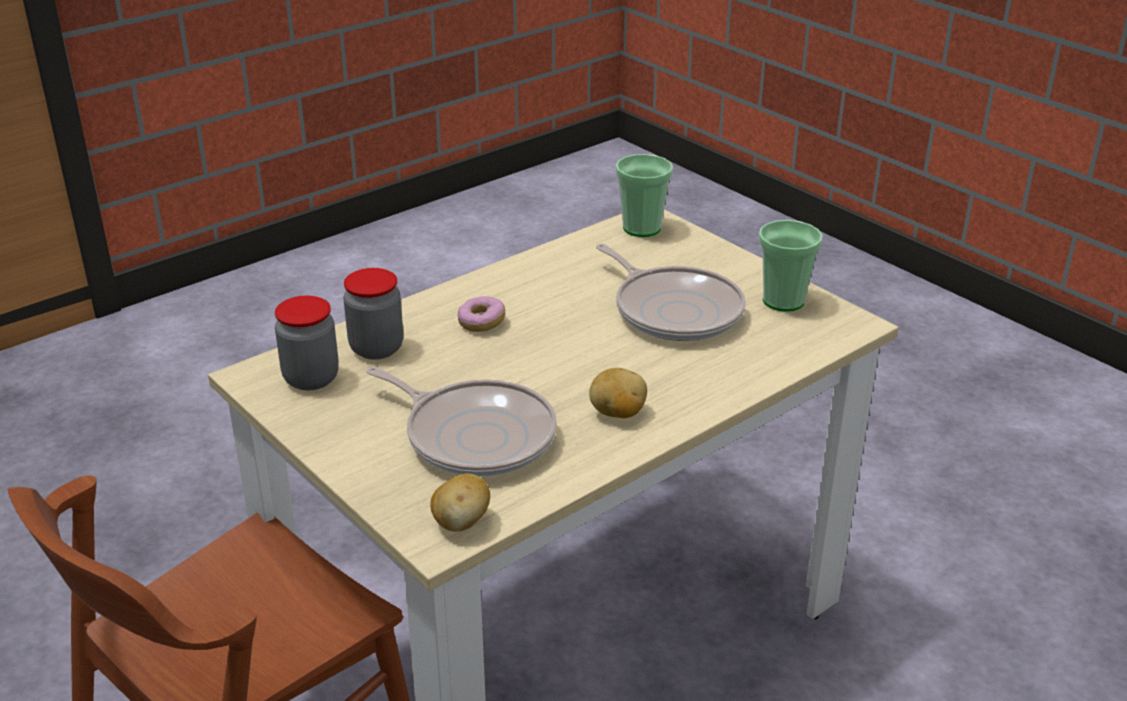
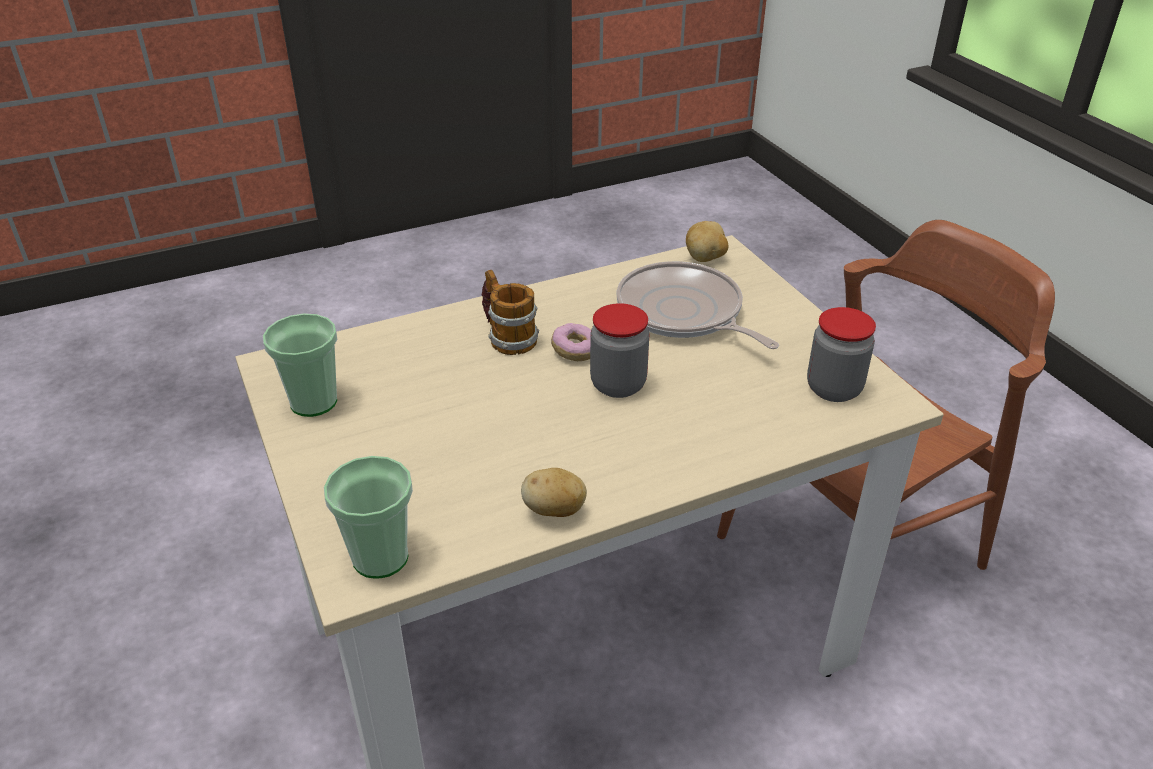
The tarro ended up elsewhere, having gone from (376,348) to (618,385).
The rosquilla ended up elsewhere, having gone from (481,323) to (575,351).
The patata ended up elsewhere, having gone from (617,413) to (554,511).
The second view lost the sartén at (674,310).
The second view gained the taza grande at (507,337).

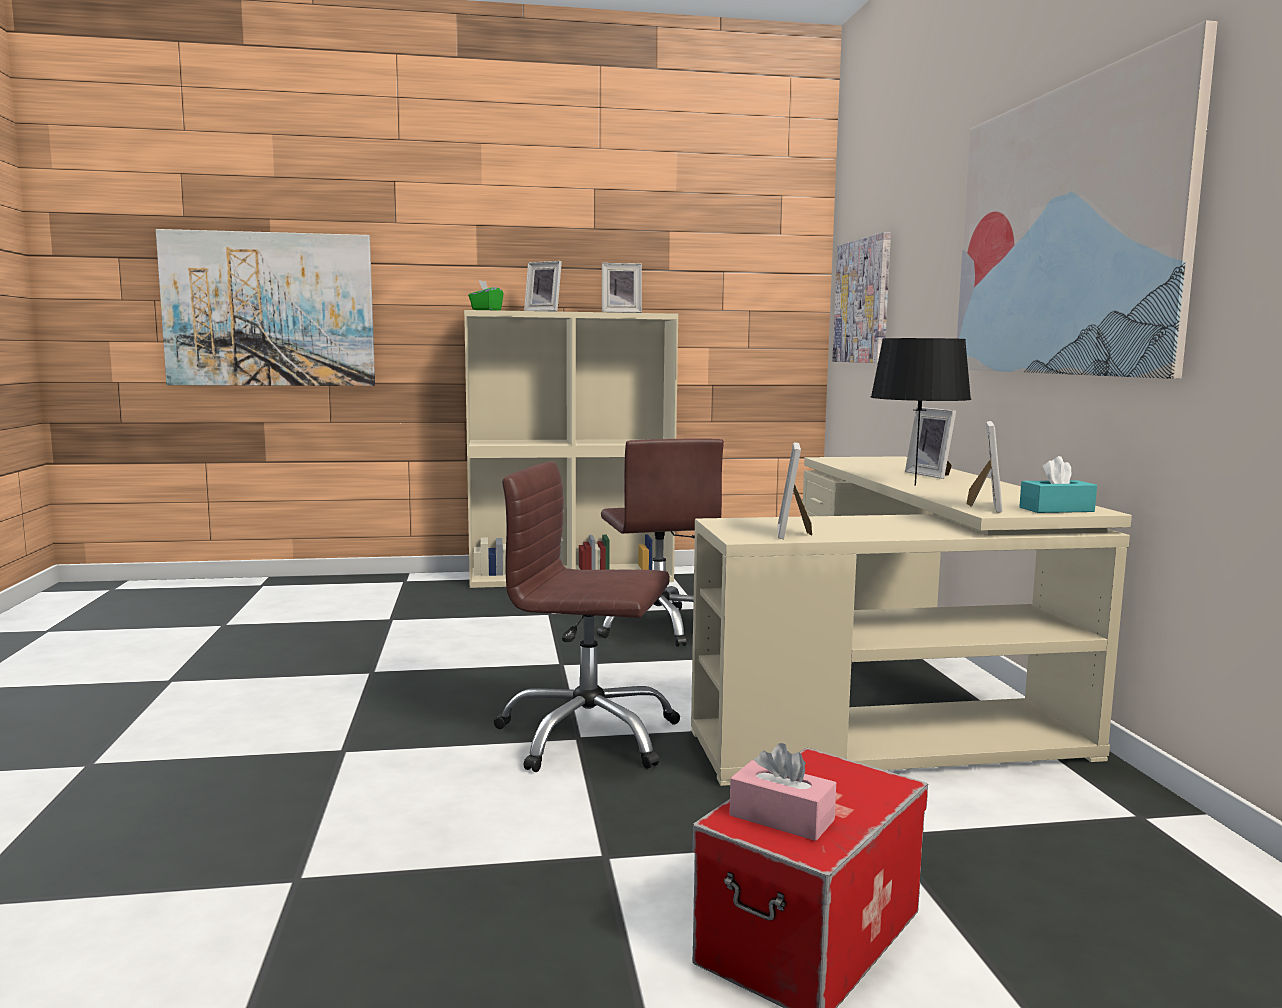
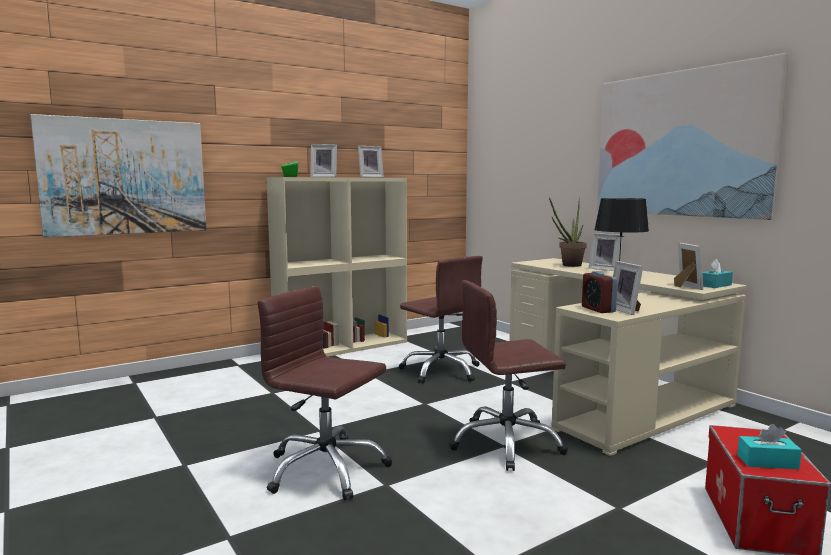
What was the caja de pañuelos/rosa at (781,818) turned into the caja de pañuelos/turquesa at (767,462).
The second view lost the cuadro at (863,301).
The second view gained the silla de oficina/marrón at (325,470).
The second view gained the planta en maceta at (568,265).
The second view gained the despertador at (598,309).

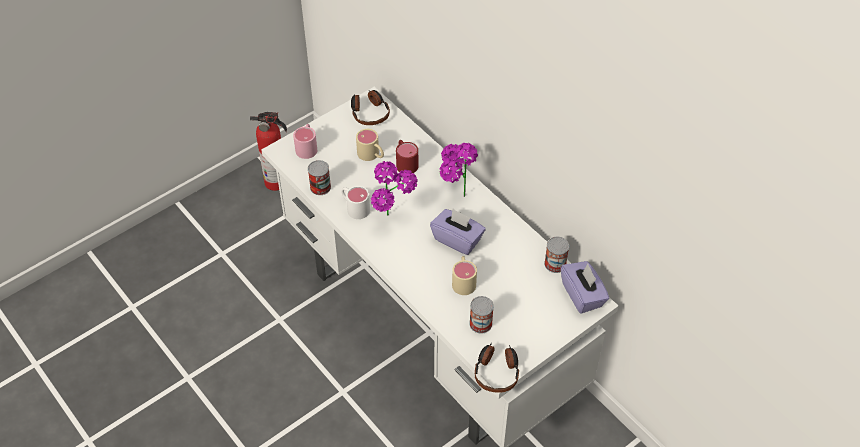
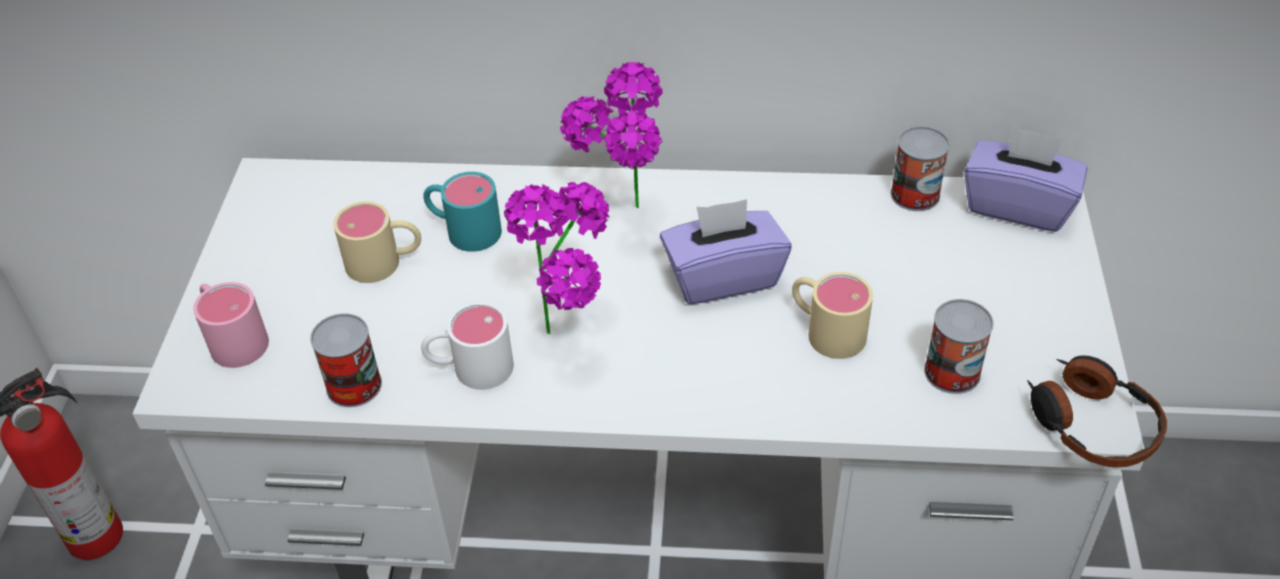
The second view lost the auriculares at (369,112).
What was the taza grande/rojo at (405,162) turned into the taza grande/turquesa at (463,229).

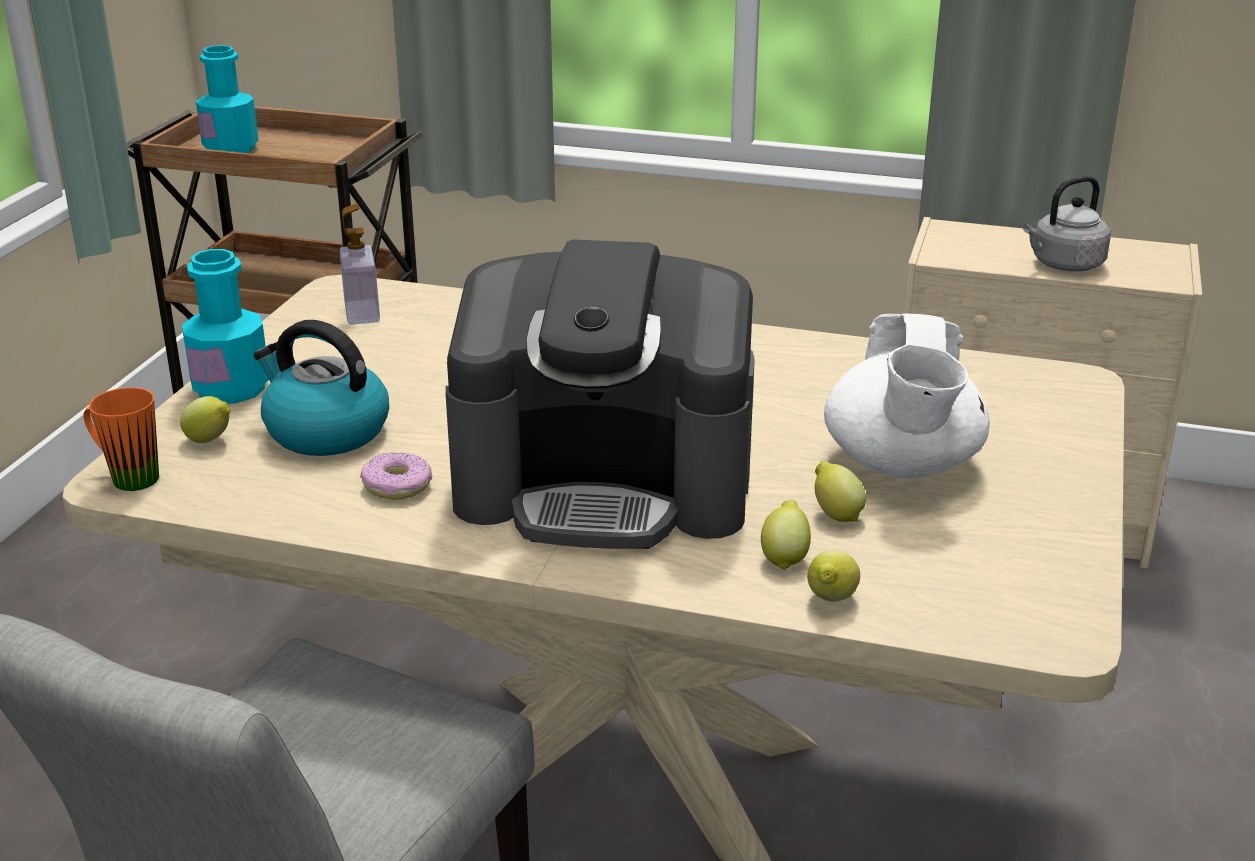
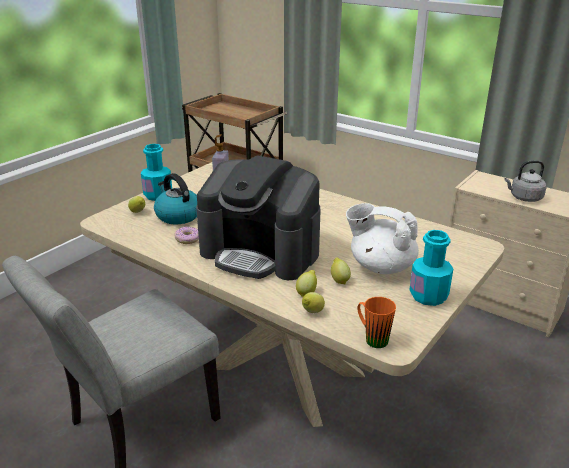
The taza grande/naranja ended up elsewhere, having gone from (126,476) to (372,338).
The botella/turquesa ended up elsewhere, having gone from (231,148) to (428,296).
The tetera/blanco at (902,465) ended up facing another way, 90 degrees clockwise from before.

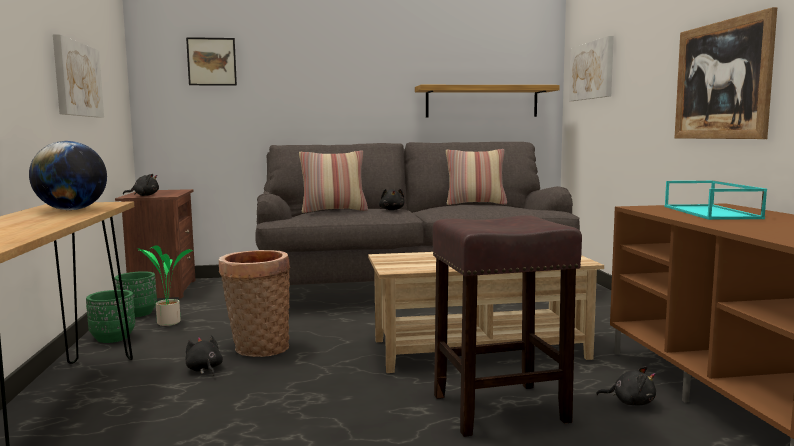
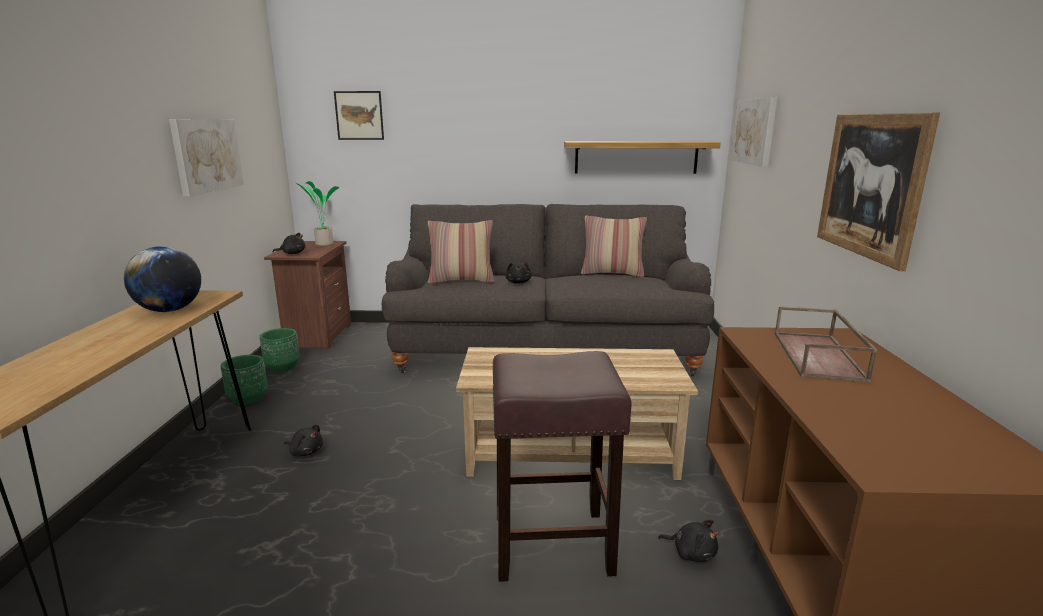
The planta en maceta ended up elsewhere, having gone from (167,323) to (323,244).
The peluche/negro at (204,369) ended up facing another way, 135 degrees clockwise from before.
The second view lost the cesta at (258,348).
What was the bandeja/turquesa at (712,212) turned into the bandeja/marrón at (819,356).

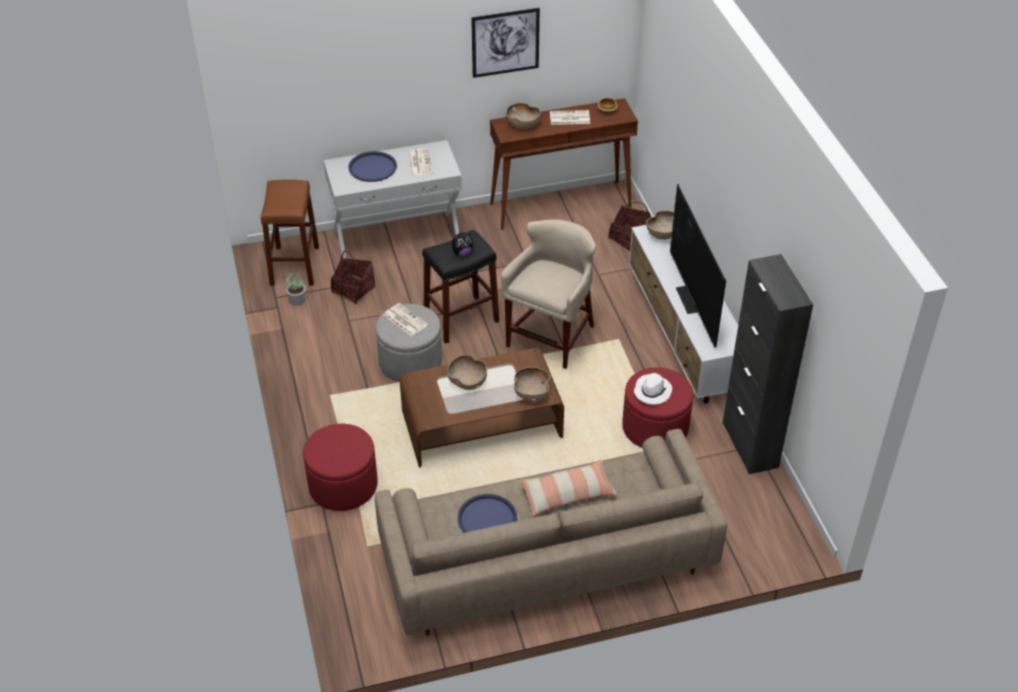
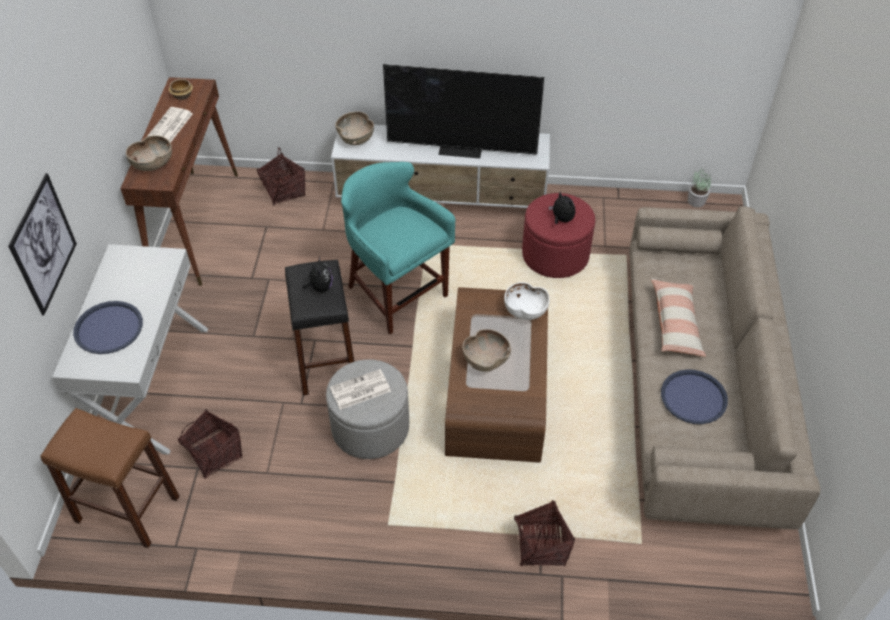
The planta en maceta ended up elsewhere, having gone from (297,299) to (695,201).
Where the puf/rojo stood at (343,485), the cesta came to stand at (541,546).
The second view lost the periódico at (419,162).
The cuadro ended up elsewhere, having gone from (505,42) to (43,244).
What was the taburete/beis at (551,338) turned into the taburete/turquesa at (396,294).
What was the cuenco/marrón at (531,393) turned into the cuenco/blanco at (525,311).
Where the sombrero/blanco stood at (652,391), the peluche came to stand at (561,219).
The second view lost the armario/negro at (750,445).

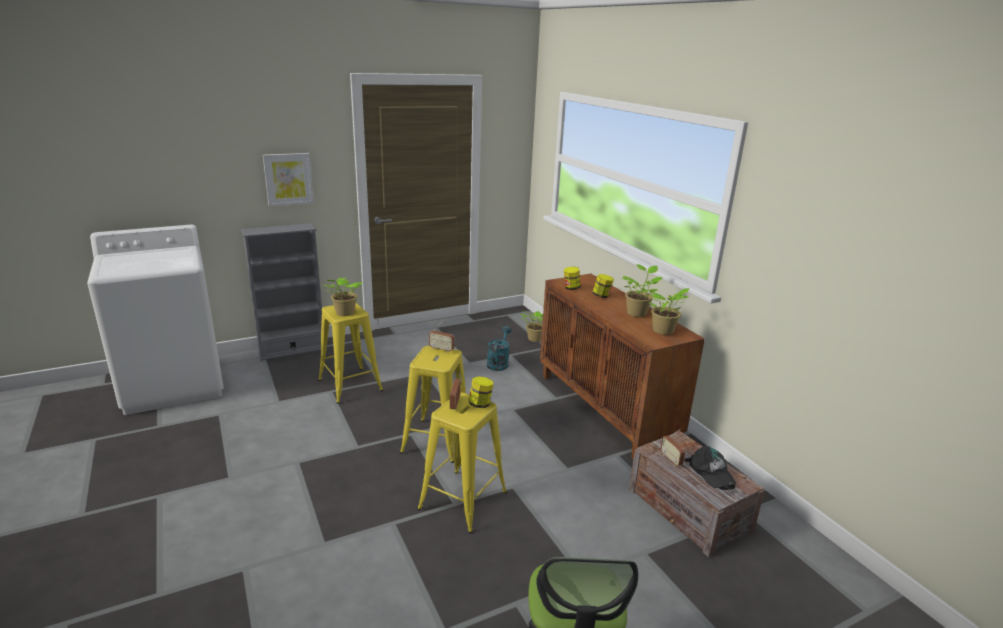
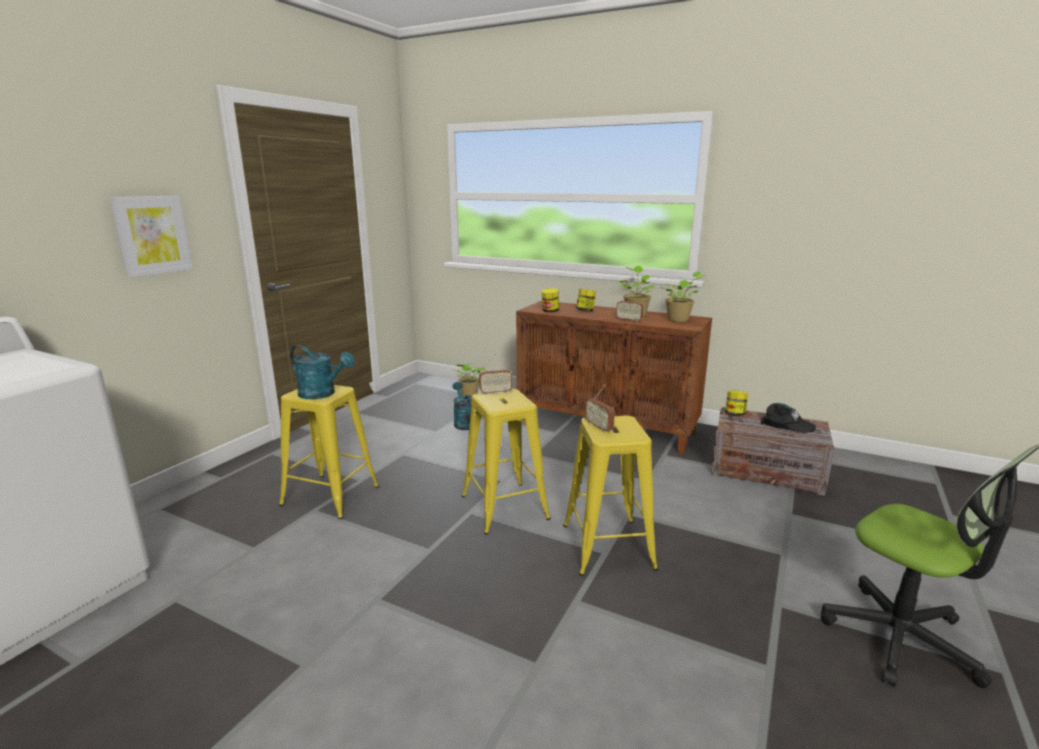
The second view lost the estantería/gris at (292,350).
Where the planta en maceta stood at (344,313), the regadera/turquesa came to stand at (322,394).
The tarro ended up elsewhere, having gone from (480,404) to (735,414).
The radio ended up elsewhere, having gone from (671,459) to (629,320).

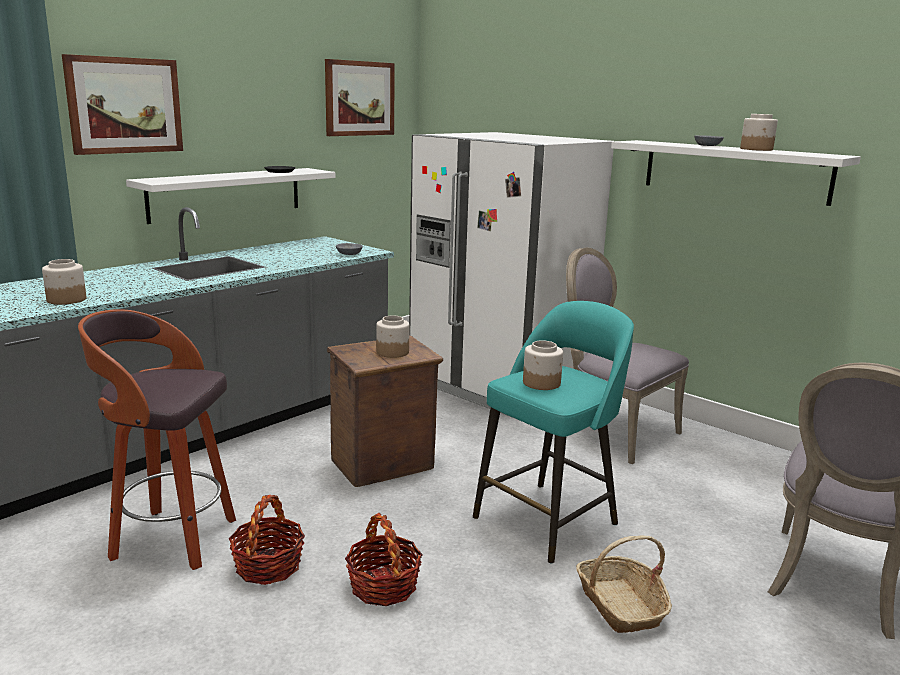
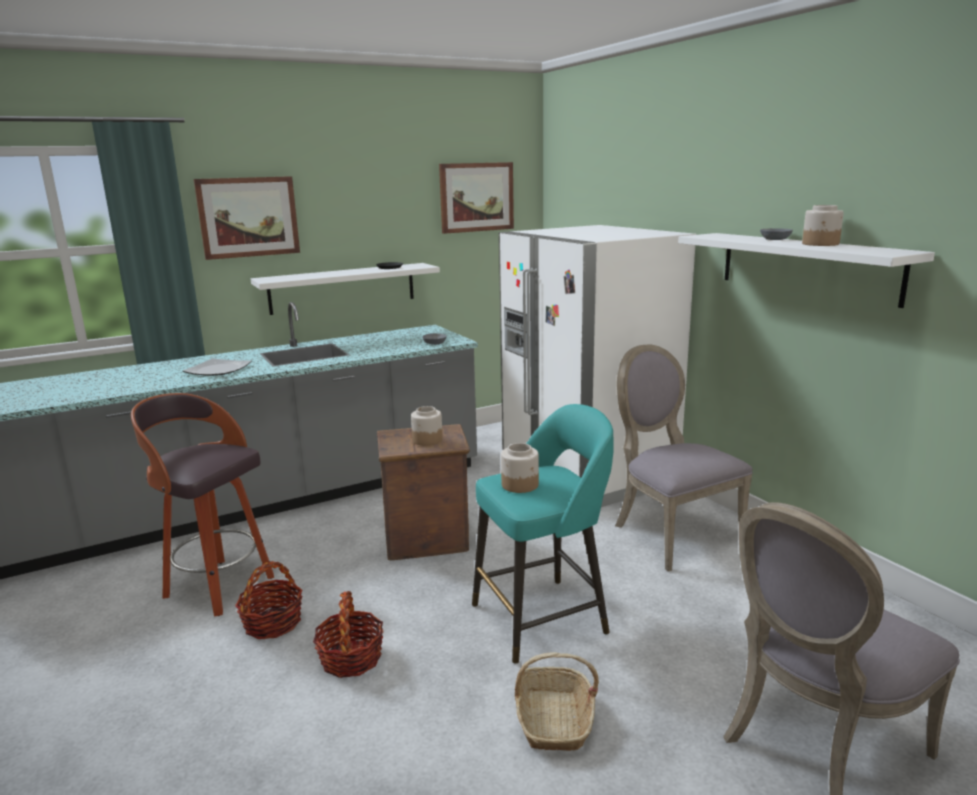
The second view lost the tarro at (66,300).
The second view gained the plato at (217,370).

